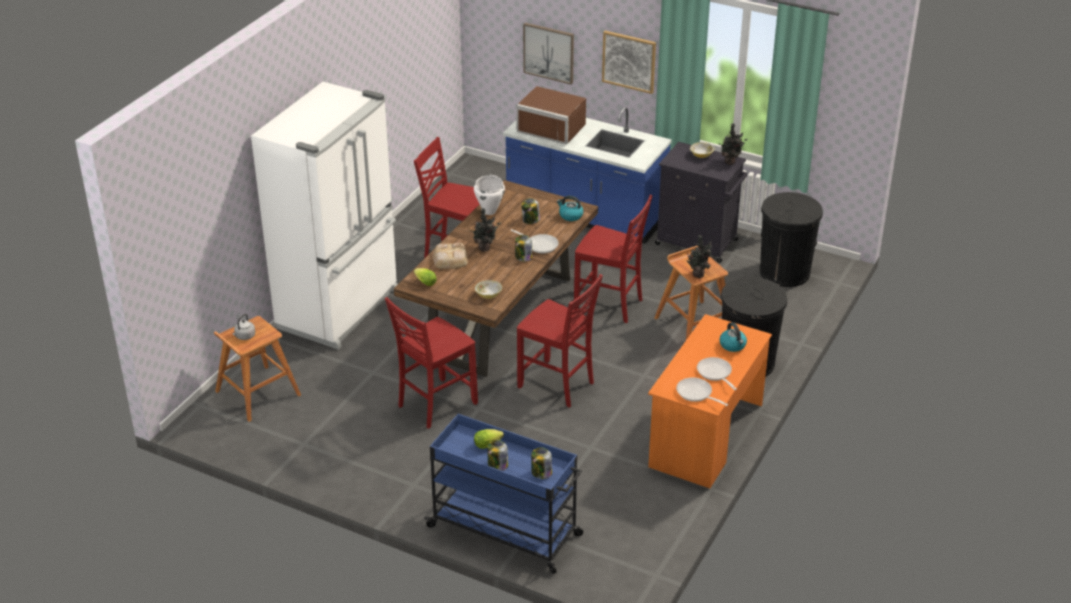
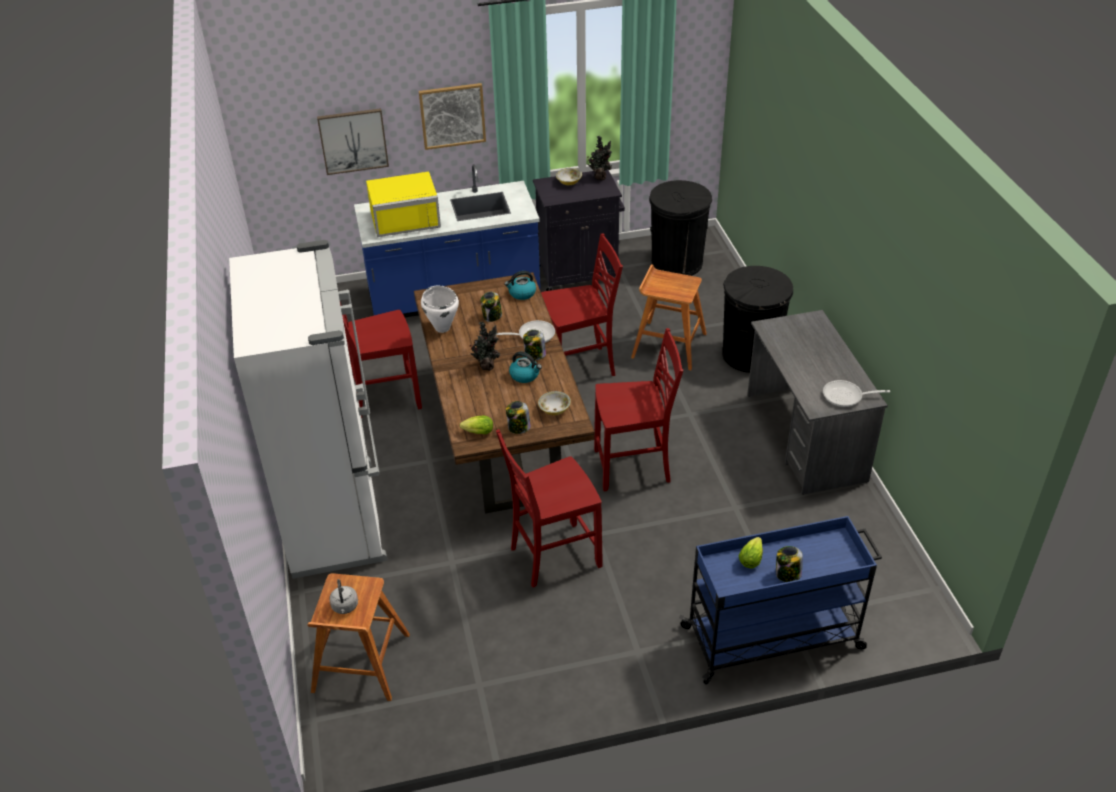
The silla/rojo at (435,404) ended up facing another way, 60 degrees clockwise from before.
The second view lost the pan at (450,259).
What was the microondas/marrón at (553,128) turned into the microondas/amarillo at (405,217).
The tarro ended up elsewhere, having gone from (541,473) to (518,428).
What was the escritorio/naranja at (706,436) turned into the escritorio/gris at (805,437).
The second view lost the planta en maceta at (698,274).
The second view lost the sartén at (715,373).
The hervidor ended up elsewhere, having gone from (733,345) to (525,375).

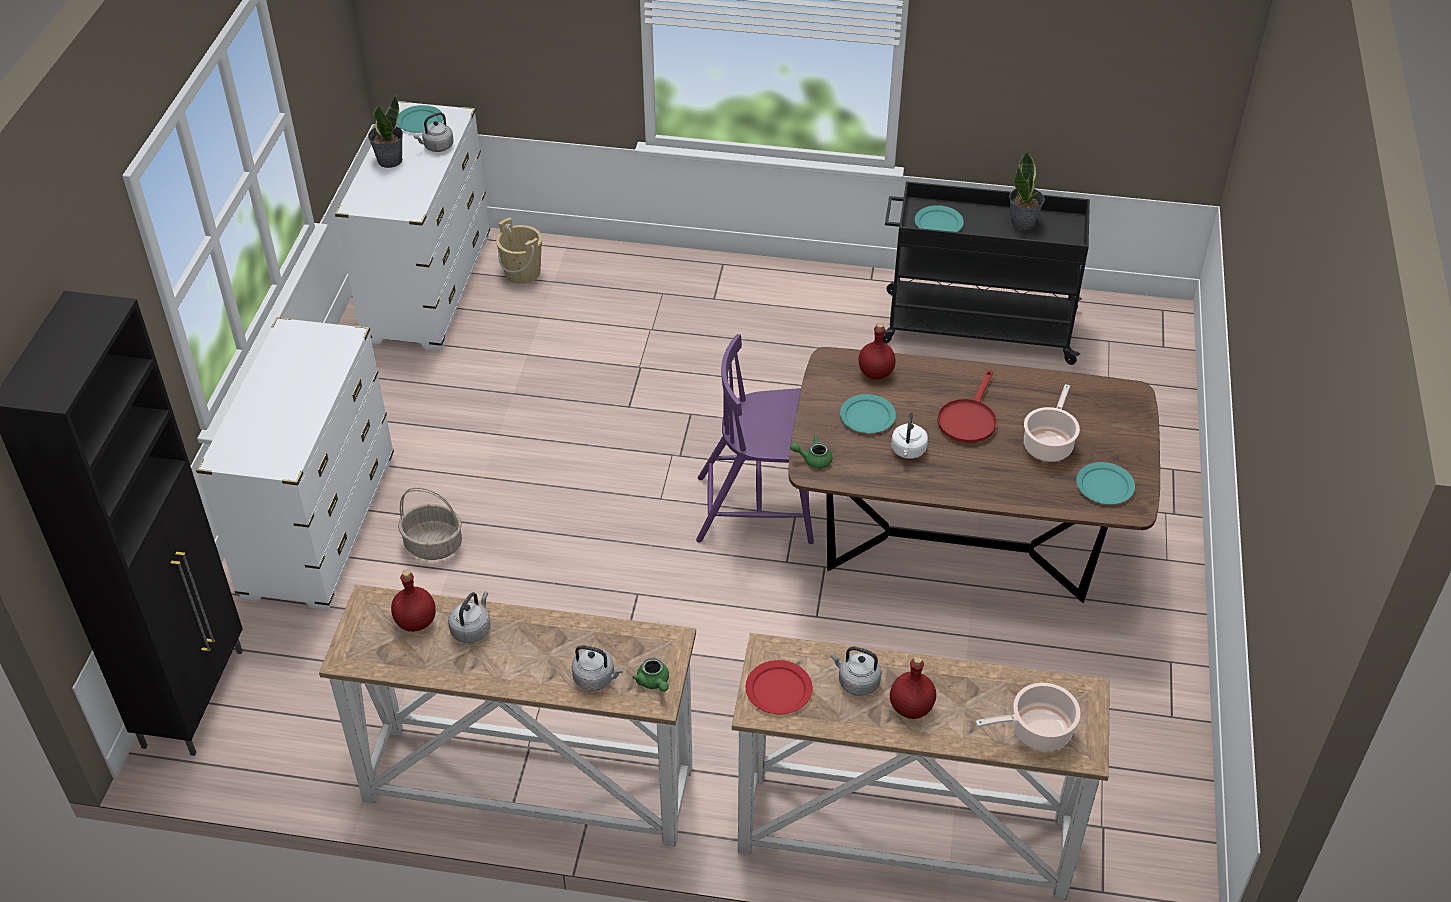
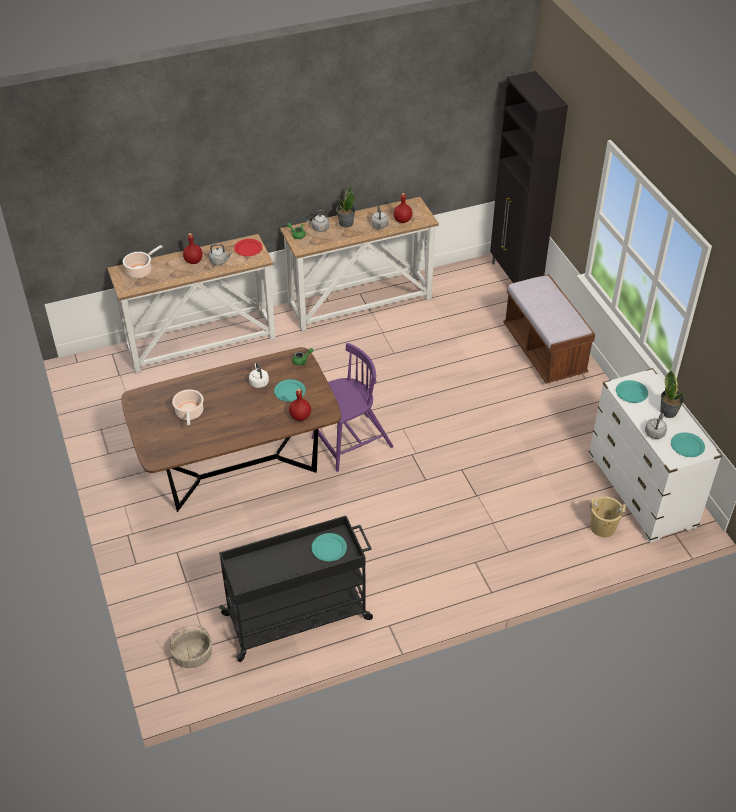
Where the cómoda/blanco stood at (319,526), the banco/marrón came to stand at (544,351).
The cesta ended up elsewhere, having gone from (434,544) to (192,656).
The second view lost the sartén/rojo at (968,418).
The planta en maceta ended up elsewhere, having gone from (1023,222) to (346,223).
The plato/turquesa ended up elsewhere, having gone from (1105,486) to (631,393).

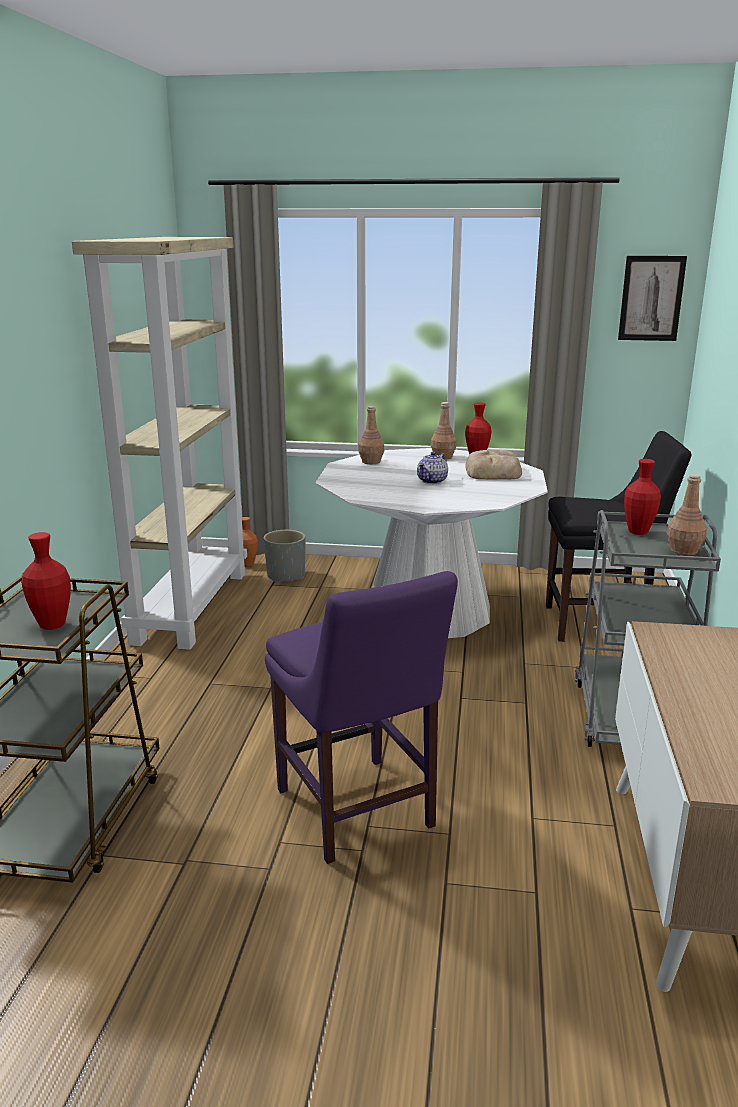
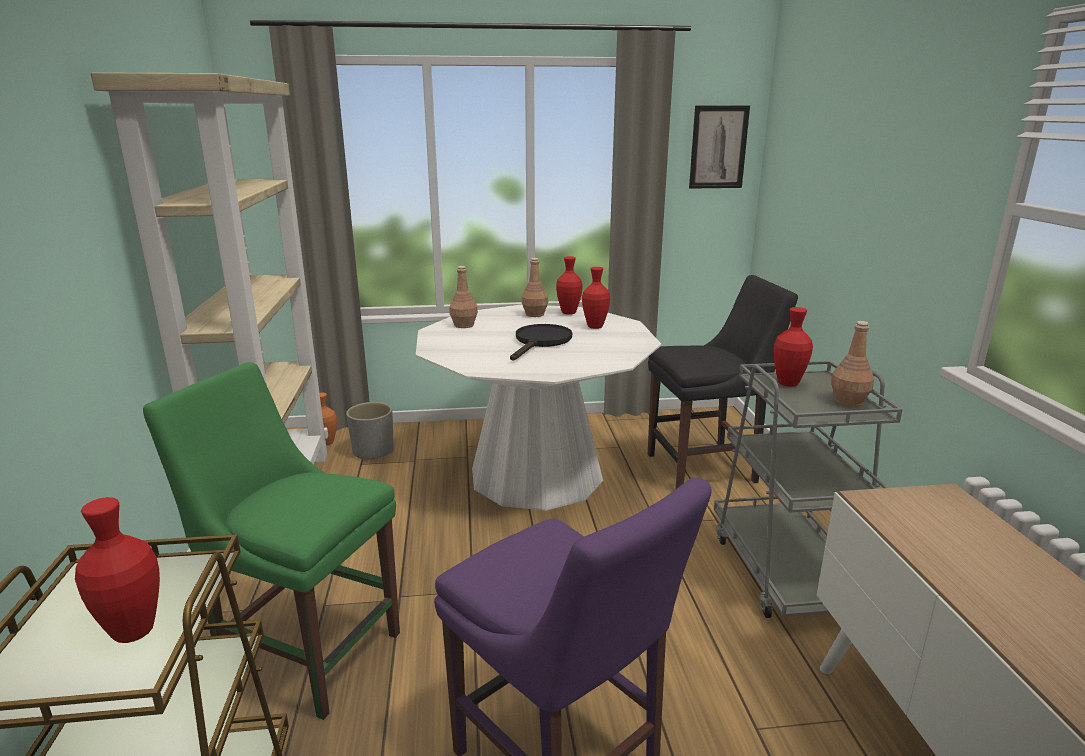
Where the tetera stood at (432,481), the sartén/negro came to stand at (540,342).
Where the pan stood at (493,472), the florero/rojo came to stand at (595,327).
The second view gained the silla/verde at (306,650).

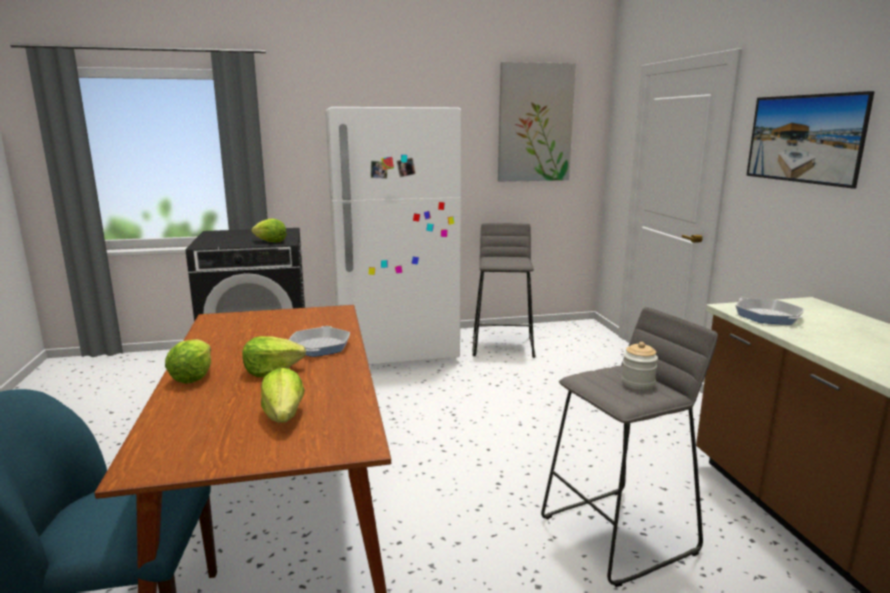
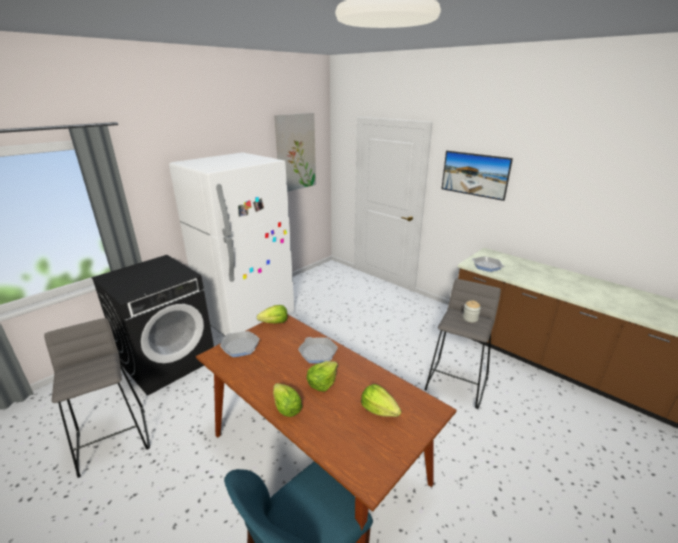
The lechuga ended up elsewhere, having gone from (270,242) to (274,322).
The taburete/gris ended up elsewhere, having gone from (503,346) to (114,440).
The second view gained the sartén at (240,347).

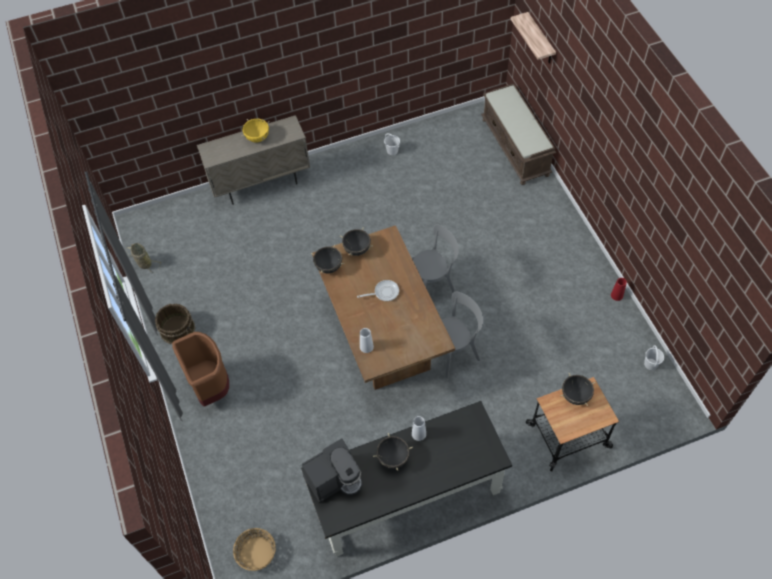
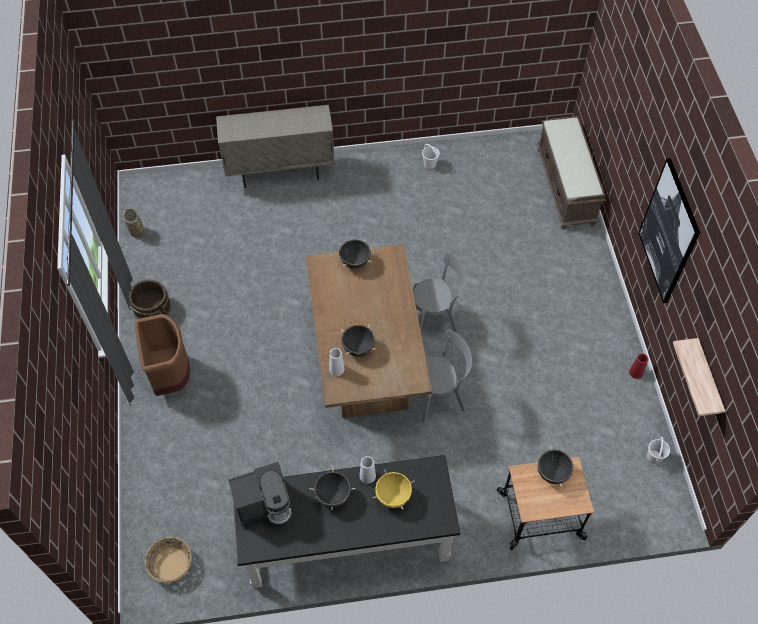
The olla/amarillo ended up elsewhere, having gone from (257,138) to (393,496).
The olla/negro ended up elsewhere, having gone from (328,267) to (358,348).
The second view lost the sartén at (384,292).
The estante ended up elsewhere, having gone from (540,39) to (707,380).
The second view gained the cuadro at (669,232).

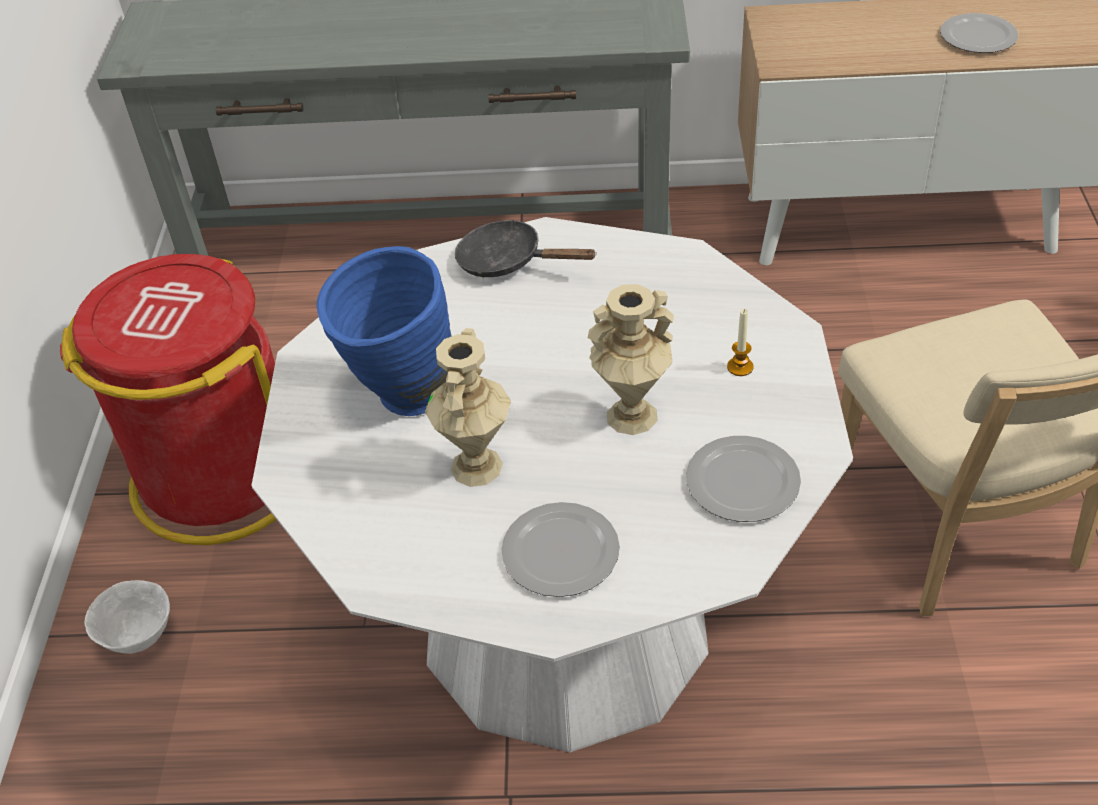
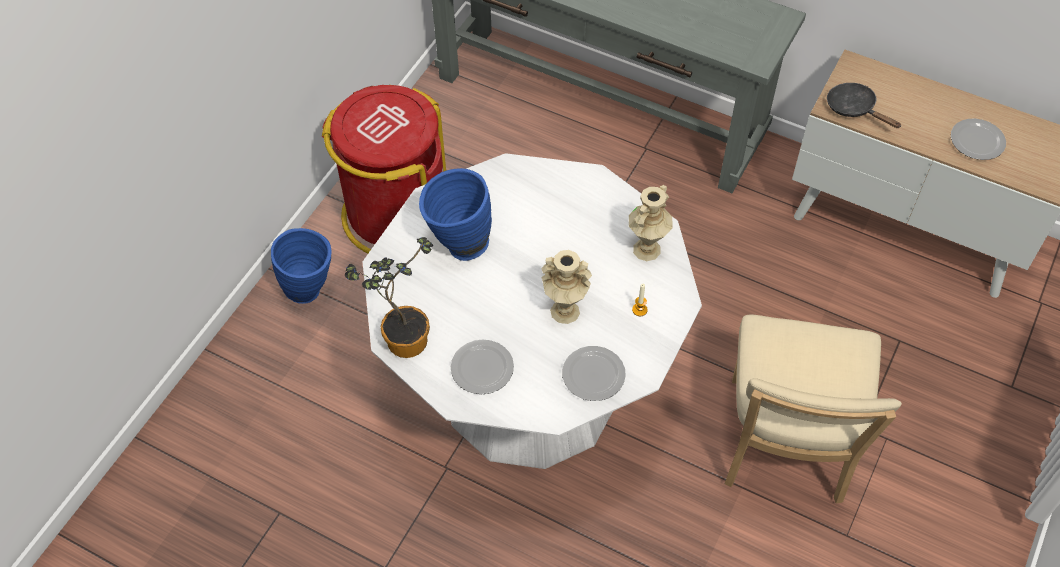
Where the cuenco/blanco stood at (138,636), the florero/azul came to stand at (311,290).
The florero/beis ended up elsewhere, having gone from (477,467) to (647,250).
The sartén/negro ended up elsewhere, having gone from (508,261) to (854,108).
The second view gained the planta en maceta at (401,338).

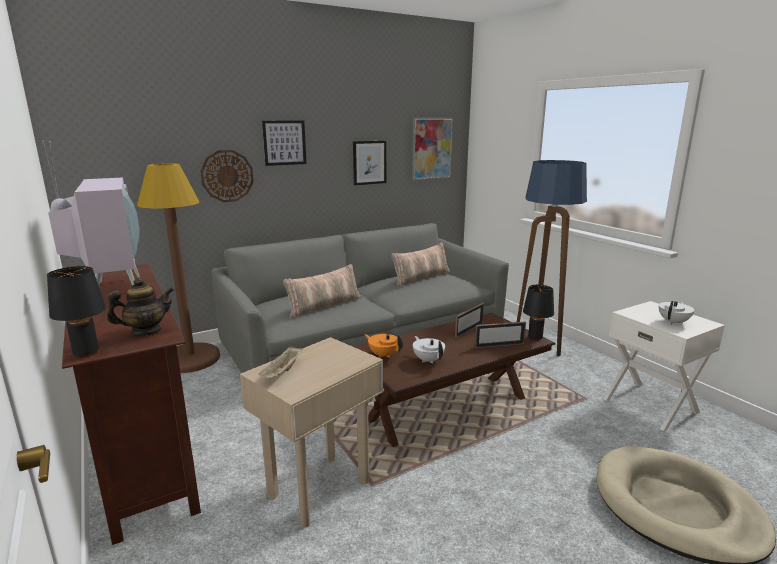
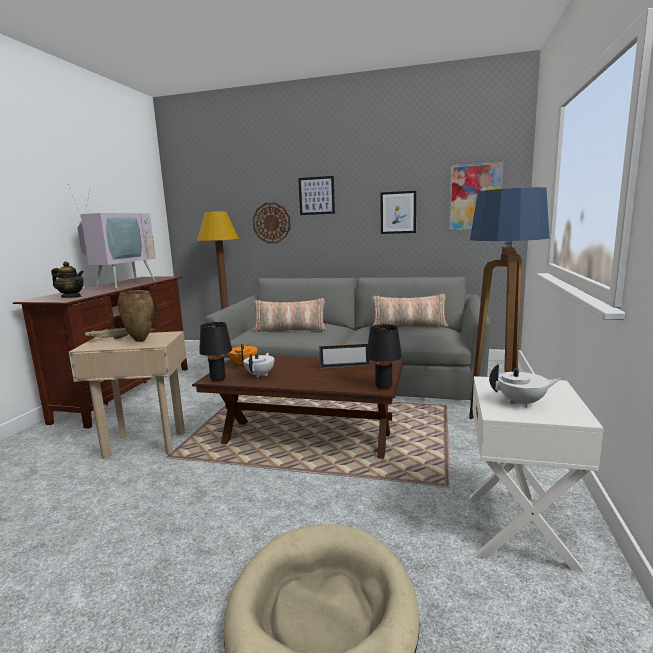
The lámpara de mesa/negro ended up elsewhere, having gone from (86,353) to (218,379).
The second view lost the portarretratos at (499,345).
The second view gained the florero/marrón at (141,340).

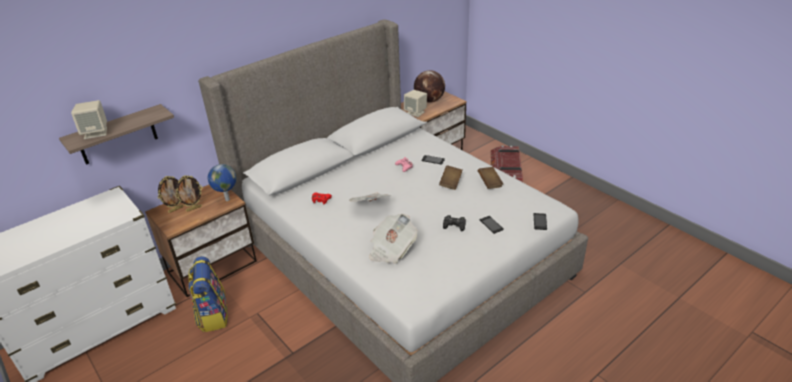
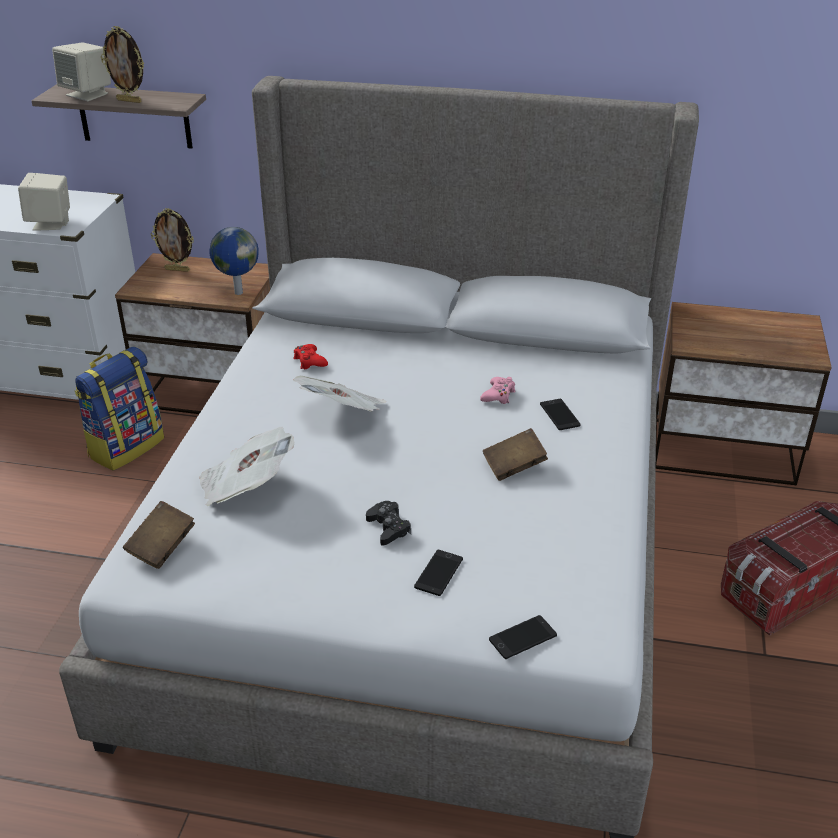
The portarretratos ended up elsewhere, having gone from (194,208) to (129,101).
The altavoz/beis ended up elsewhere, having gone from (415,112) to (50,223).
The second view lost the globo terráqueo at (429,100).
The libro/marrón ended up elsewhere, having gone from (490,183) to (162,547).

